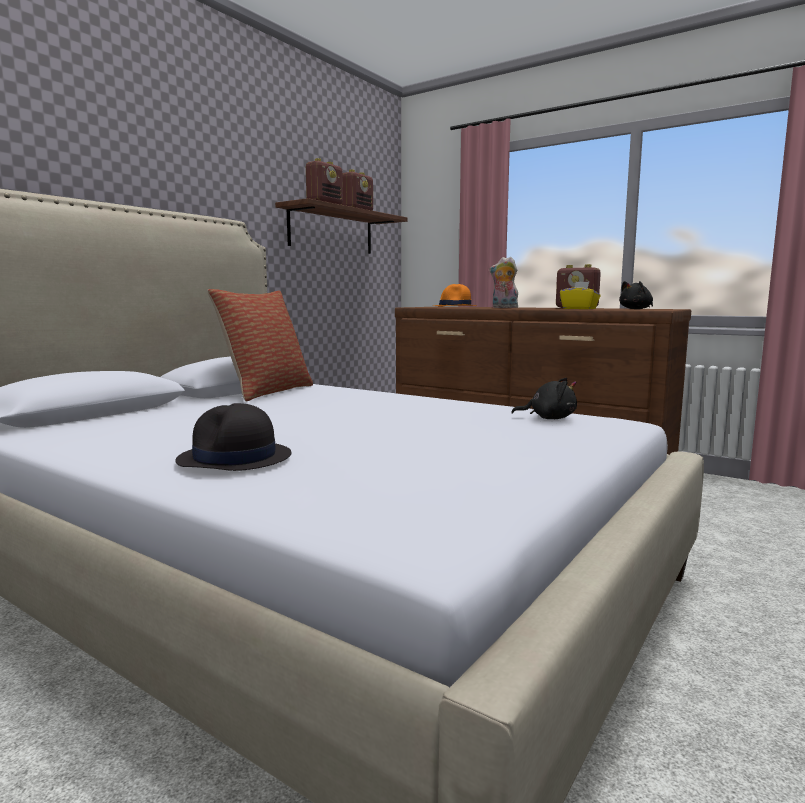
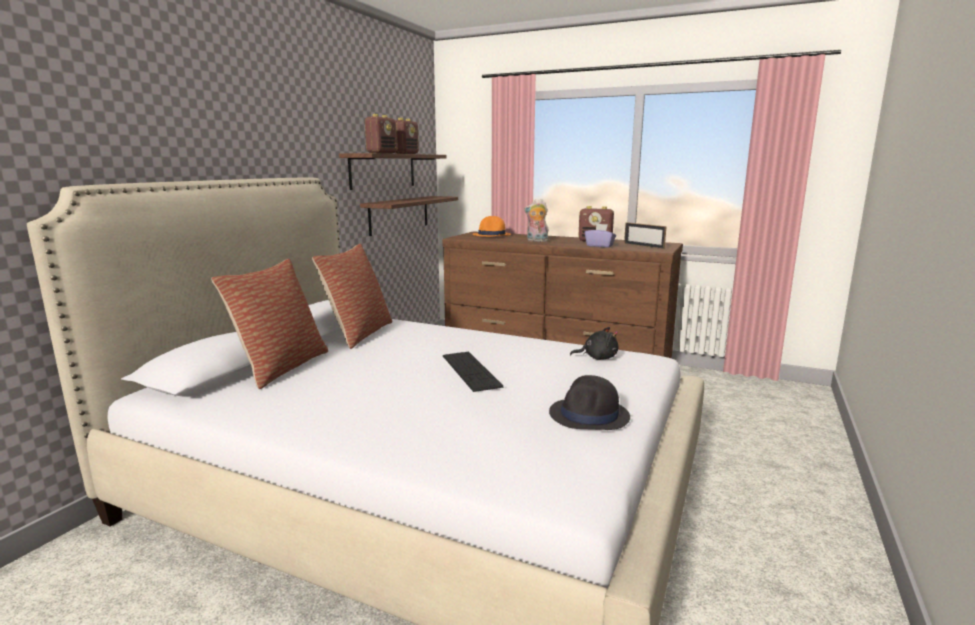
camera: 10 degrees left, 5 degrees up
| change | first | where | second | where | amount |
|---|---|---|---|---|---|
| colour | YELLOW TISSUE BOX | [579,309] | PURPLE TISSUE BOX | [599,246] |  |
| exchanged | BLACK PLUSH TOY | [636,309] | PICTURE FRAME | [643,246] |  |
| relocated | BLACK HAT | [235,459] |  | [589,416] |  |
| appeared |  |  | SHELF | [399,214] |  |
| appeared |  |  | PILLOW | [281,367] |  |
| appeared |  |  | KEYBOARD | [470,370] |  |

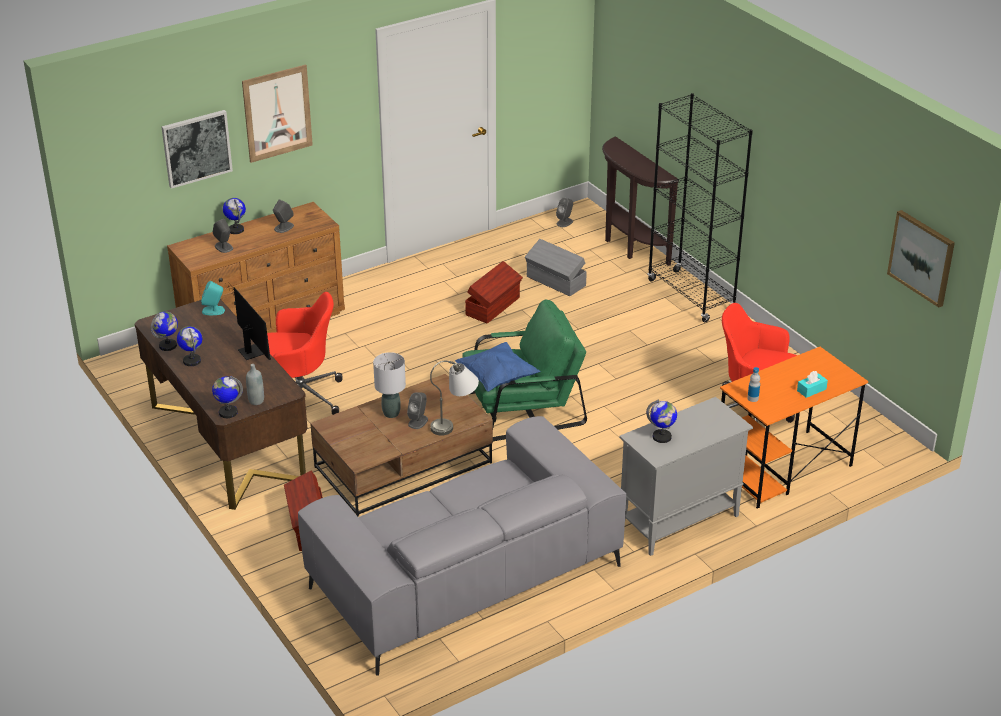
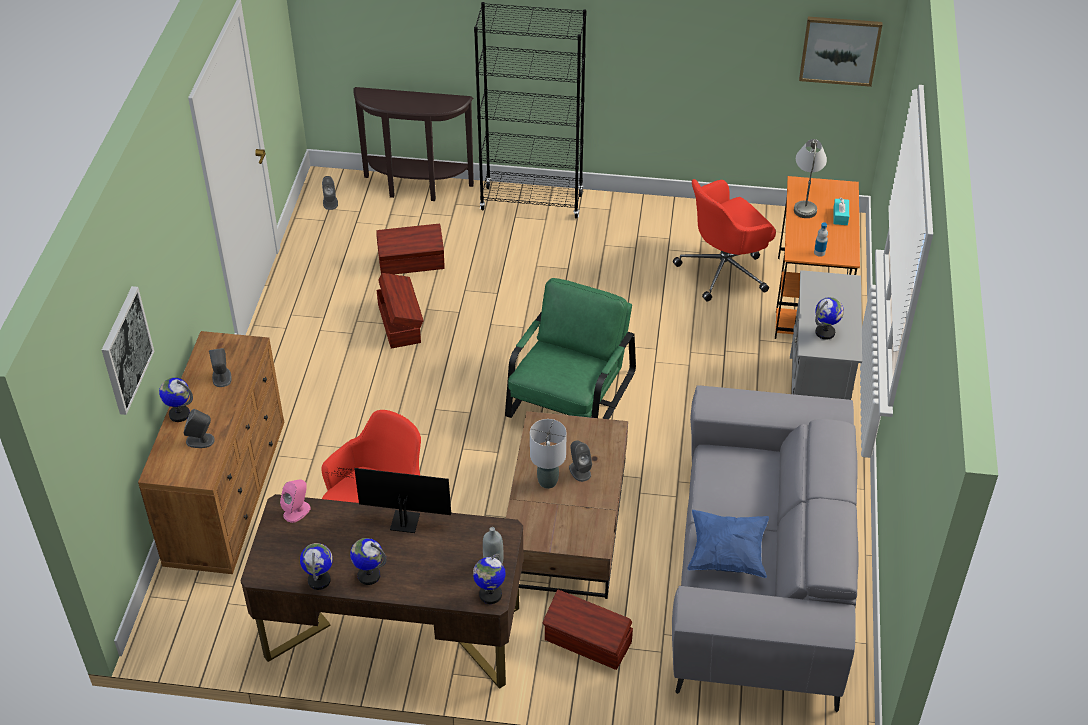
camera: 50 degrees left, 10 degrees up
| change | first | where | second | where | amount |
|---|---|---|---|---|---|
| missing | PICTURE | [277,113] |  |  |  |
| colour | GREY STORAGE BOX | [556,281] | BROWN STORAGE BOX | [412,263] |  |
| colour | TURQUOISE SPEAKER | [213,311] | PINK SPEAKER | [297,511] |  |
| relocated | BLUE PILLOW | [497,378] |  | [727,554] |  |
| relocated | GREY TABLE LAMP | [455,423] |  | [806,200] |  |

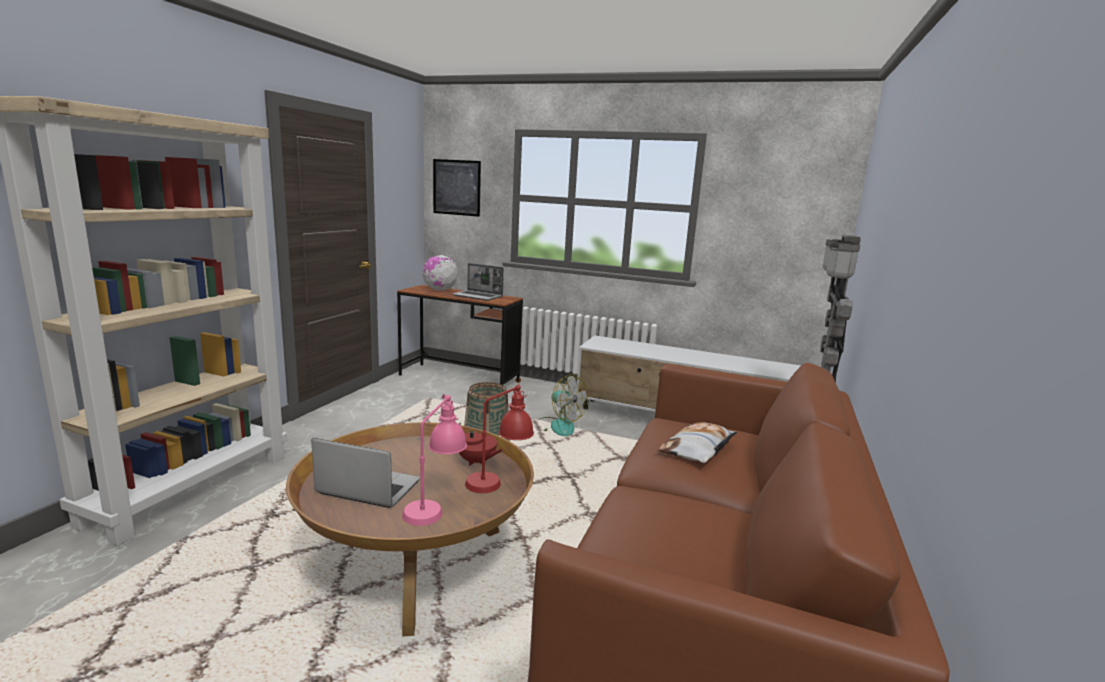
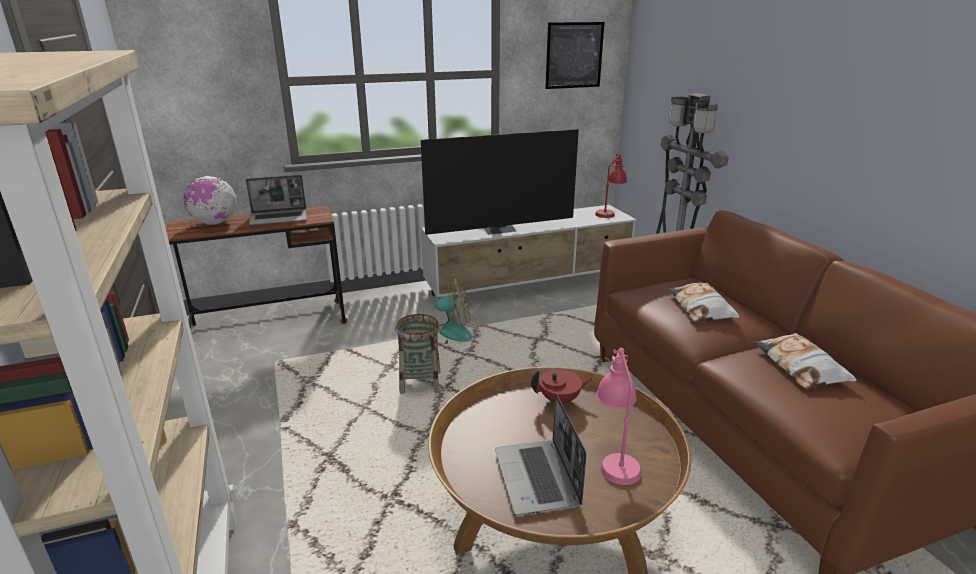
camera: 40 degrees left, 10 degrees up
| change | first | where | second | where | amount |
|---|---|---|---|---|---|
| relocated | PICTURE | [456,187] |  | [574,55] |  |
| relocated | RED TABLE LAMP | [498,483] |  | [609,212] |  |
| spun | LAPTOP | [367,488] |  | [538,479] | 75 degrees counterclockwise |
| appeared |  |  | TELEVISION | [499,229] |  |
| appeared |  |  | PILLOW | [800,366] |  |

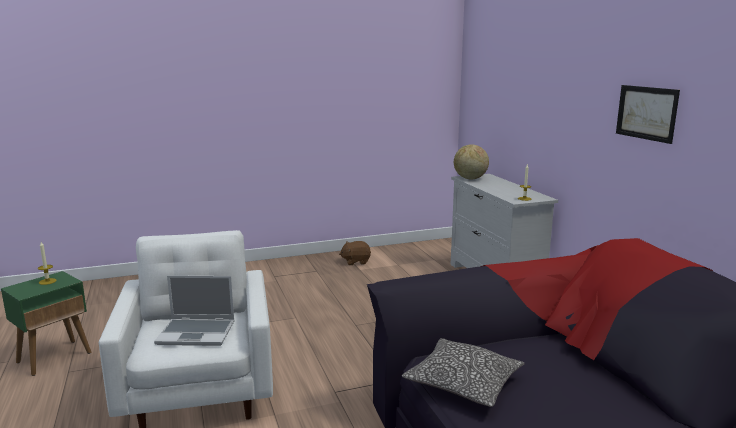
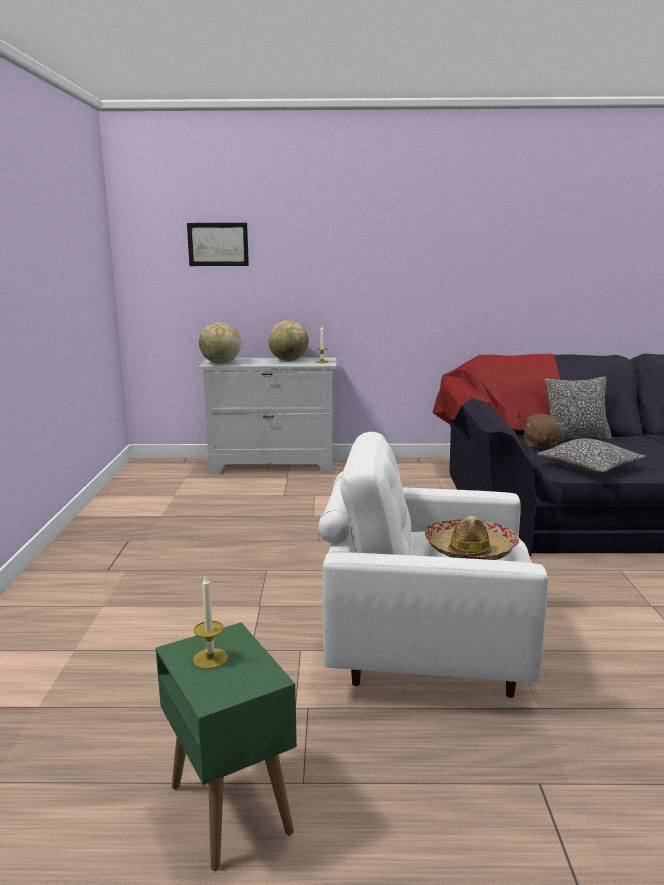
camera: 70 degrees left, 0 degrees up
| change | first | where | second | where | amount |
|---|---|---|---|---|---|
| relocated | PICTURE | [646,113] |  | [218,244] |  |
| relocated | BROWN PLUSH TOY | [356,261] |  | [540,446] |  |
| exchanged | LAPTOP | [197,333] | HAT | [470,550] |  |
| appeared |  |  | GLOBE | [289,360] |  |
| appeared |  |  | PILLOW | [575,438] |  |

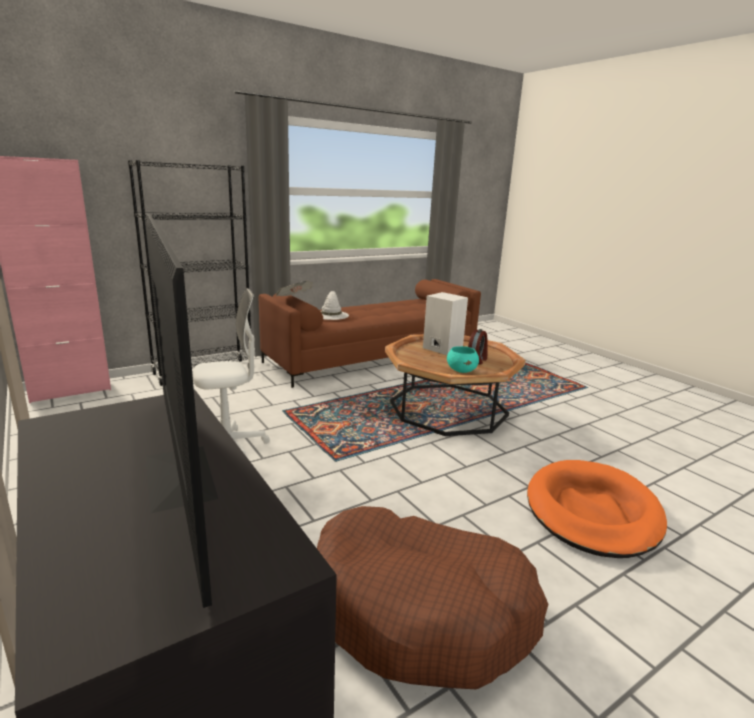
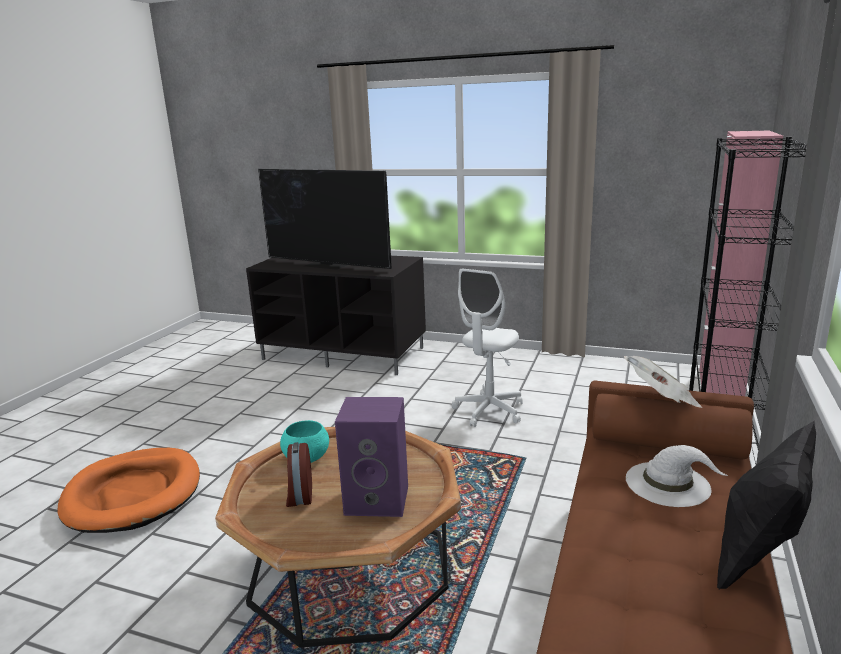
camera: 145 degrees right, 0 degrees up
| change | first | where | second | where | amount |
|---|---|---|---|---|---|
| colour | WHITE SPEAKER | [441,348] | PURPLE SPEAKER | [379,499] |  |
| missing | BROWN DOG BED | [420,609] |  |  |  |
| appeared |  |  | BLACK PILLOW | [758,558] |  |

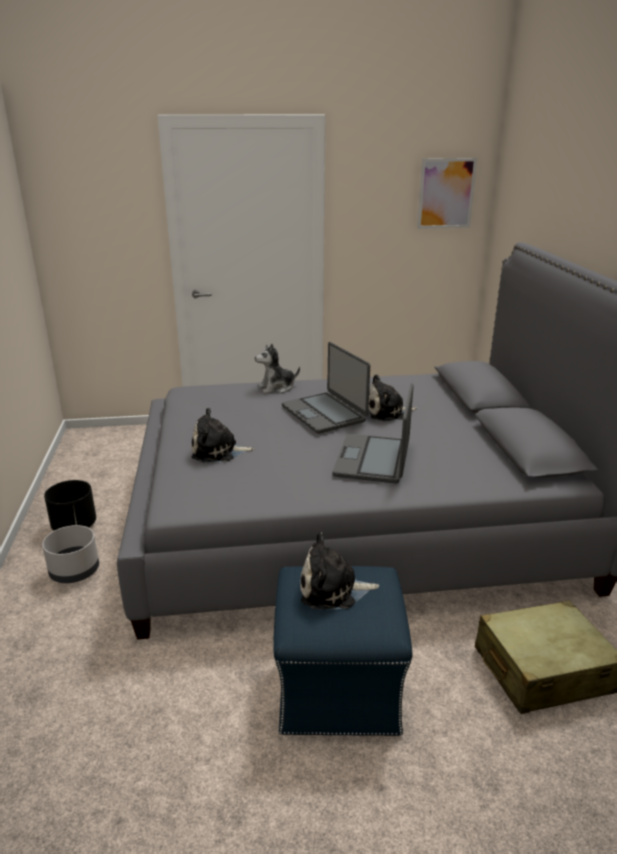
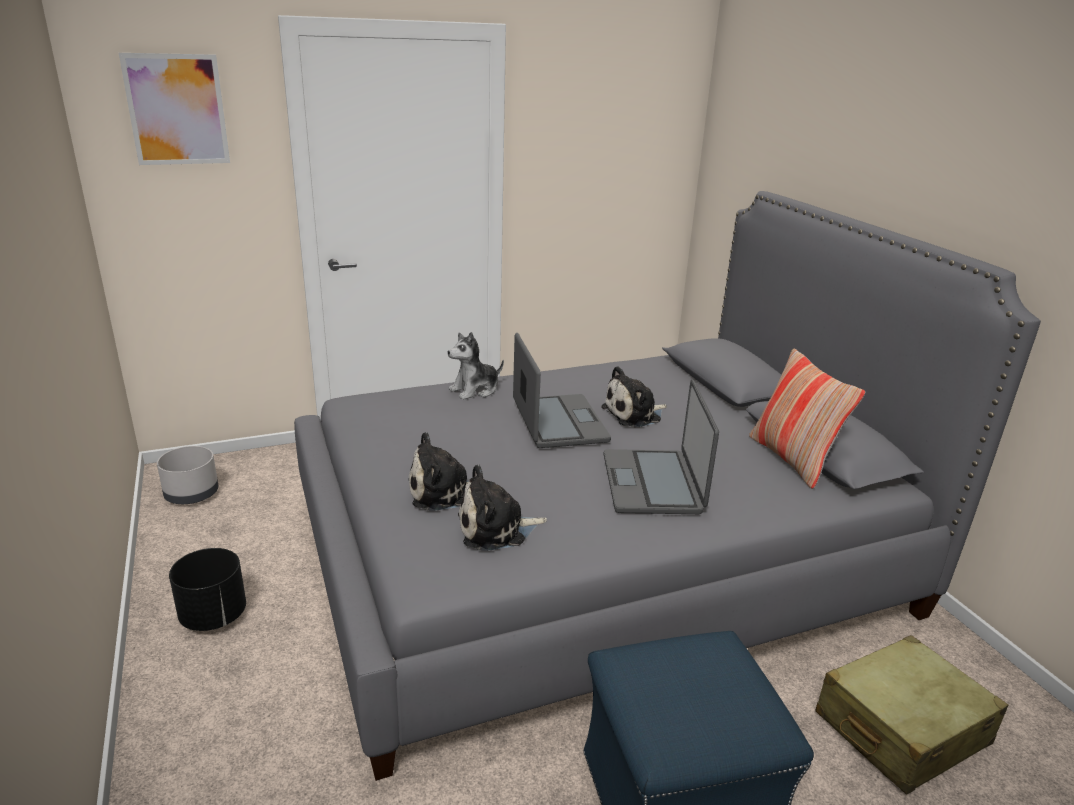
camera: 15 degrees left, 0 degrees up
| change | first | where | second | where | amount |
|---|---|---|---|---|---|
| relocated | PICTURE | [446,193] |  | [177,110] |  |
| spun | LAPTOP | [324,413] |  | [558,422] | 150 degrees counterclockwise |
| relocated | GREY PLANTER | [74,571] |  | [191,494] |  |
| relocated | PLUSH TOY | [333,589] |  | [496,529] |  |
| appeared |  |  | PILLOW | [792,459] |  |

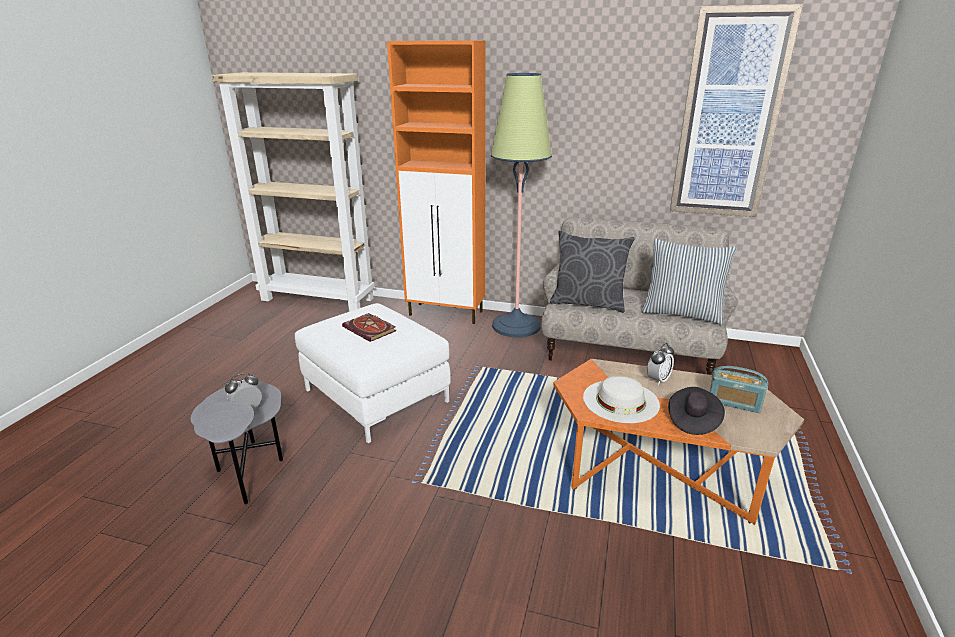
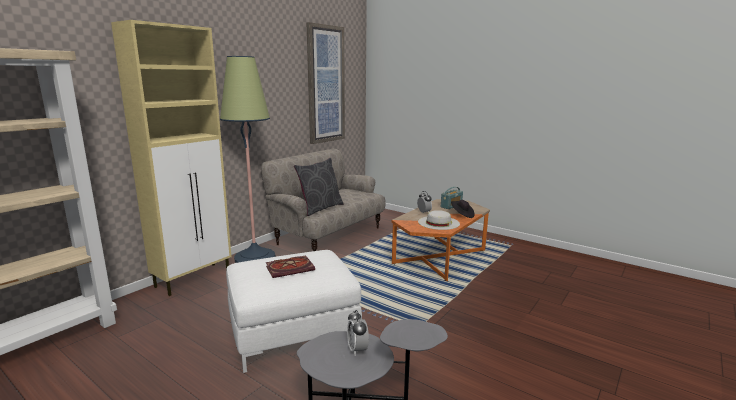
camera: 70 degrees left, 10 degrees down
| change | first | where | second | where | amount |
|---|---|---|---|---|---|
| colour | ORANGE CABINET | [447,313] | BEIGE CABINET | [194,278] |  |
| missing | PILLOW | [681,313] |  |  |  |

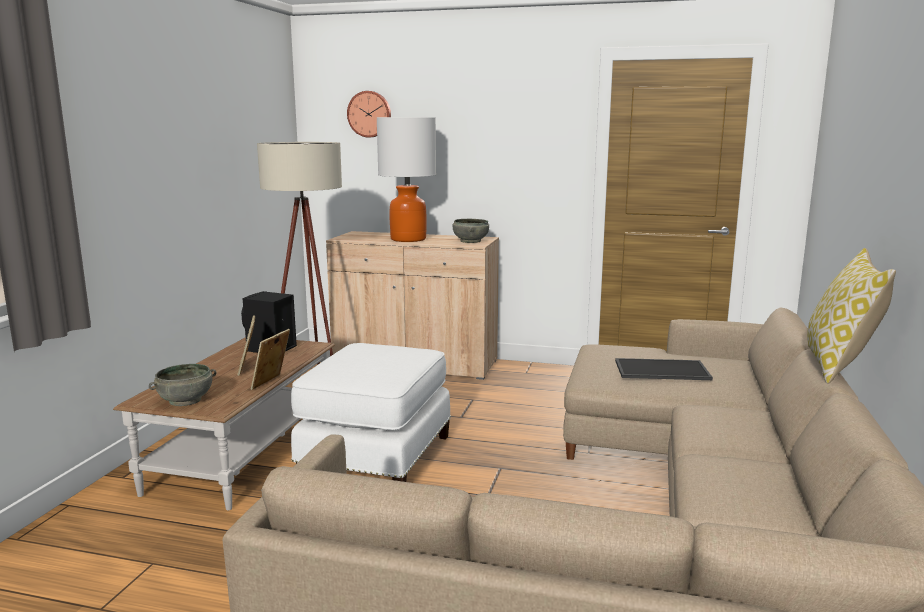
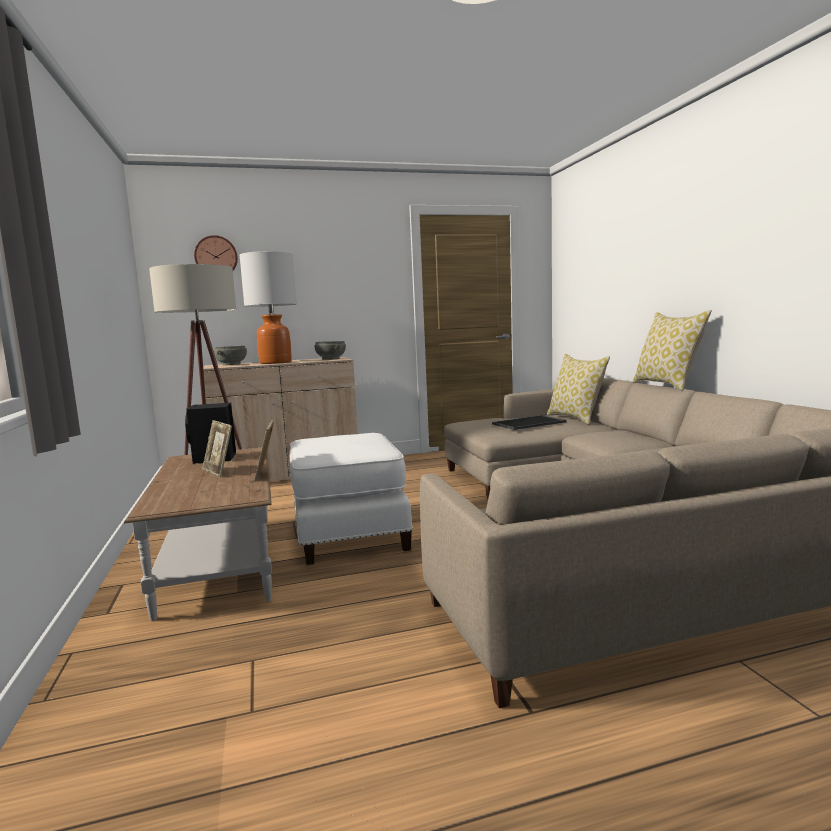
camera: 30 degrees left, 5 degrees down
| change | first | where | second | where | amount |
|---|---|---|---|---|---|
| relocated | GREY BOWL | [185,400] |  | [231,364] |  |
| appeared |  |  | PILLOW | [576,418] |  |

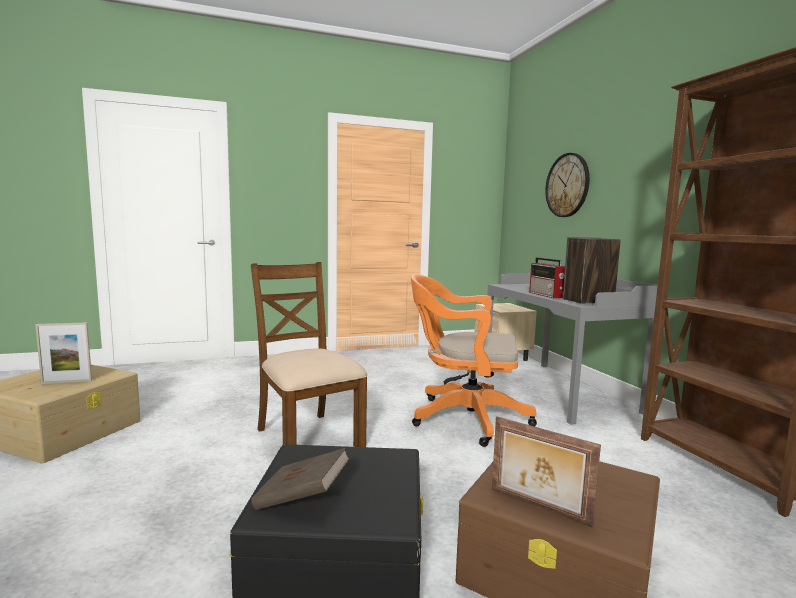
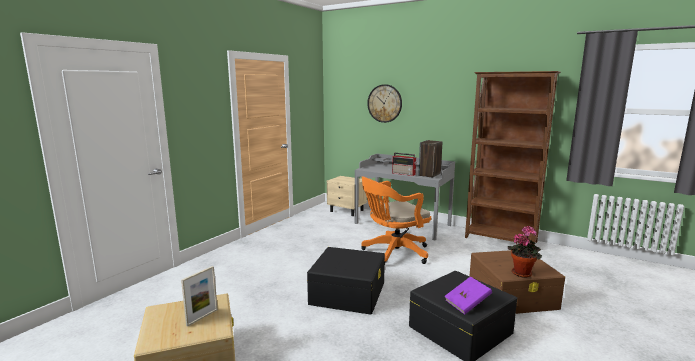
camera: 40 degrees left, 5 degrees up
| change | first | where | second | where | amount |
|---|---|---|---|---|---|
| exchanged | BROWN CHAIR | [307,437] | BLACK STORAGE BOX | [348,292] |  |
| exchanged | PICTURE FRAME | [538,508] | POTTED PLANT | [522,273] |  |
| colour | BROWN BOOK | [302,498] | PURPLE BOOK | [467,304] |  |

